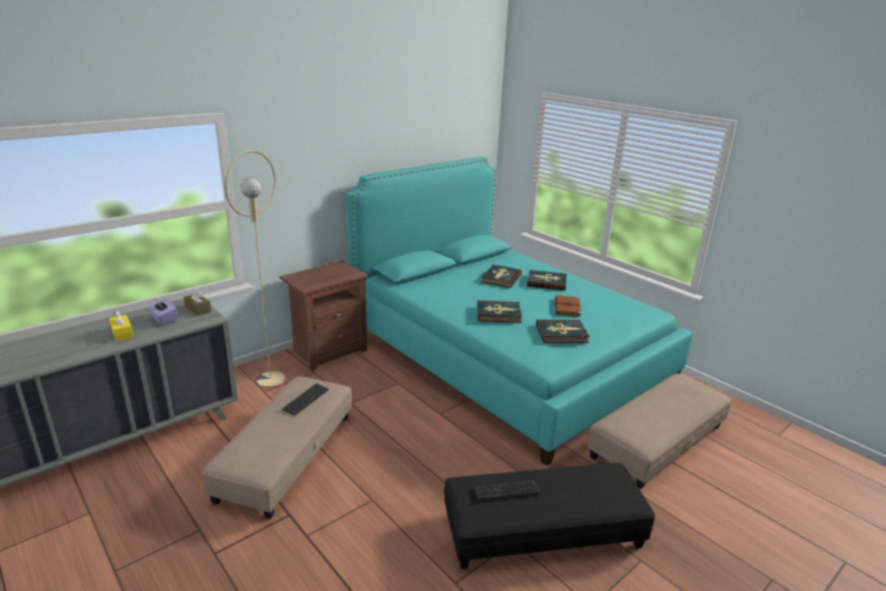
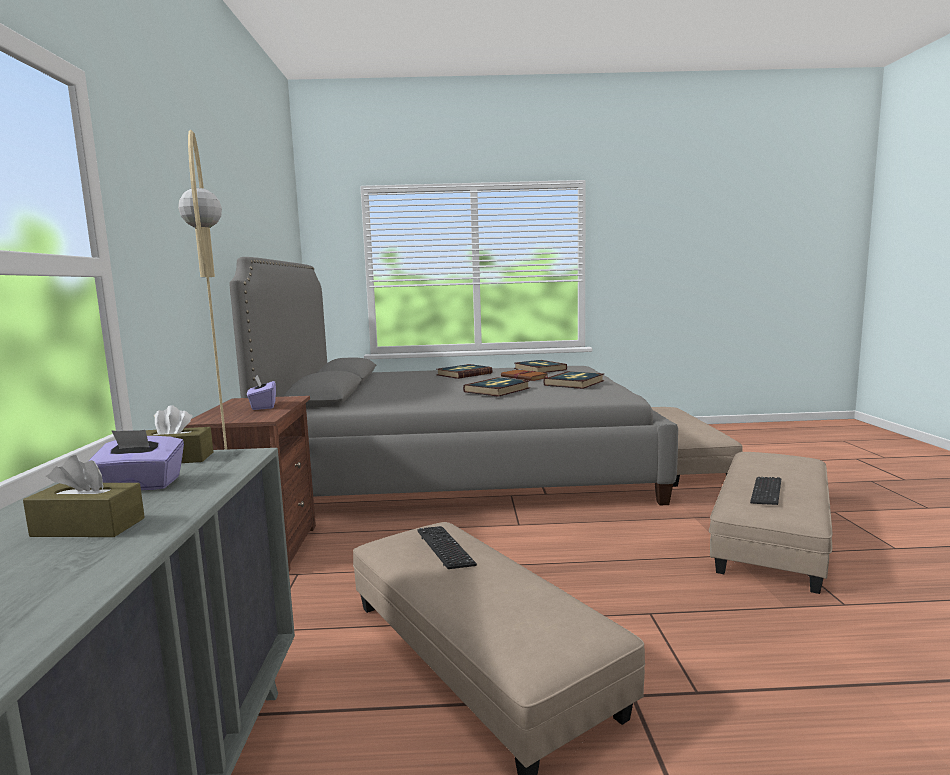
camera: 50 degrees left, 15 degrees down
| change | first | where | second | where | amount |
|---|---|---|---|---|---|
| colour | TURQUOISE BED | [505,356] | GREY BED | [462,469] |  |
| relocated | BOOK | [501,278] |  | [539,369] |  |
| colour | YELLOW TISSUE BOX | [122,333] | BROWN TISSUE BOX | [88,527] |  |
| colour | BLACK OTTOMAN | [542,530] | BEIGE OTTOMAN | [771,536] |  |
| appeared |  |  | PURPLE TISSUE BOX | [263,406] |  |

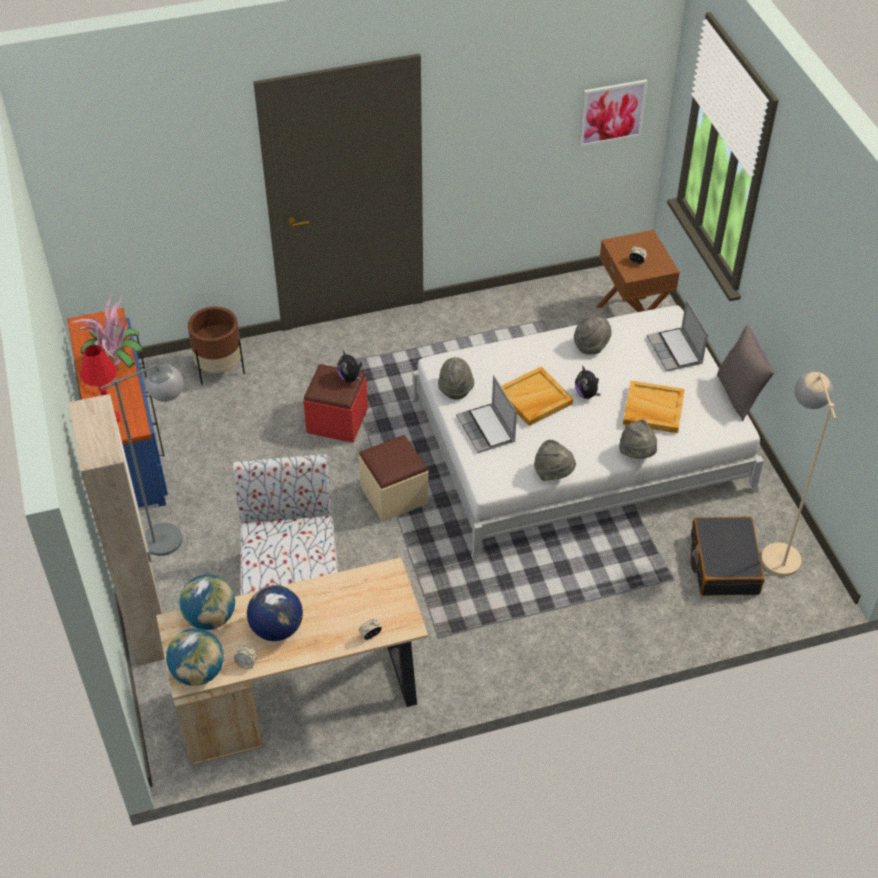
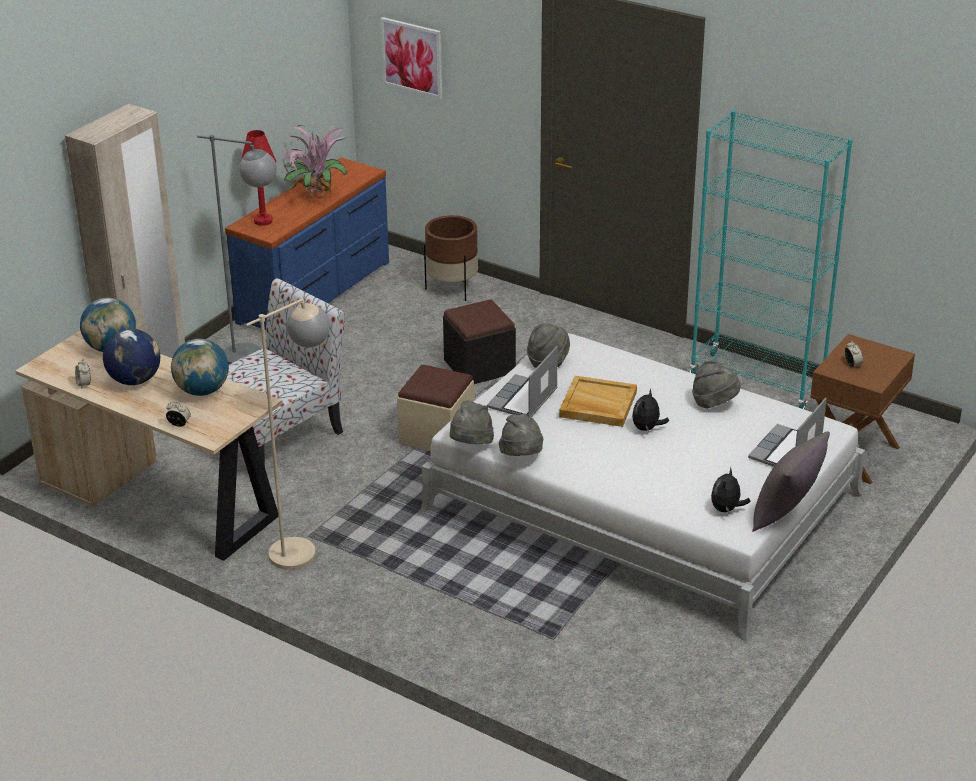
camera: 50 degrees right, 15 degrees down
| change | first | where | second | where | amount |
|---|---|---|---|---|---|
| relocated | PICTURE | [612,112] |  | [412,57] |  |
| relocated | PLUSH TOY | [350,378] |  | [726,509] |  |
| colour | RED OTTOMAN | [337,420] | BLACK OTTOMAN | [479,367] |  |
| relocated | BEIGE FLOOR LAMP | [777,548] |  | [305,547] |  |
| missing | BEIGE TRAY | [652,409] |  |  |  |
| relocated | GREY HAT | [637,453] |  | [471,445] |  |
| missing | BLACK SUITCASE | [723,564] |  |  |  |
| relocated | GLOBE | [198,672] |  | [202,391] |  |
| appeared |  |  | TURQUOISE BOOKCASE | [757,381] |  |

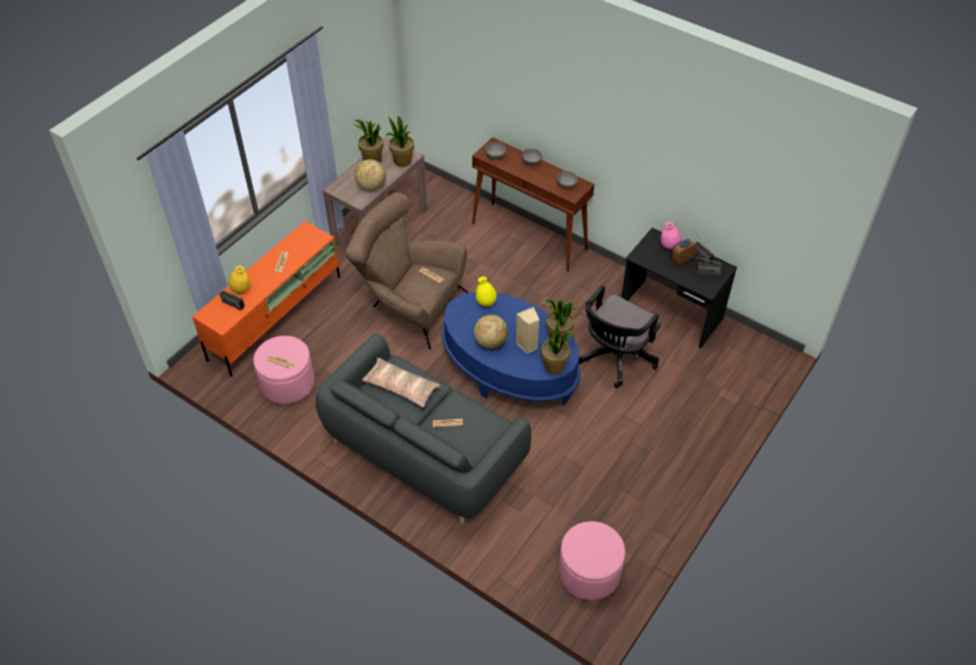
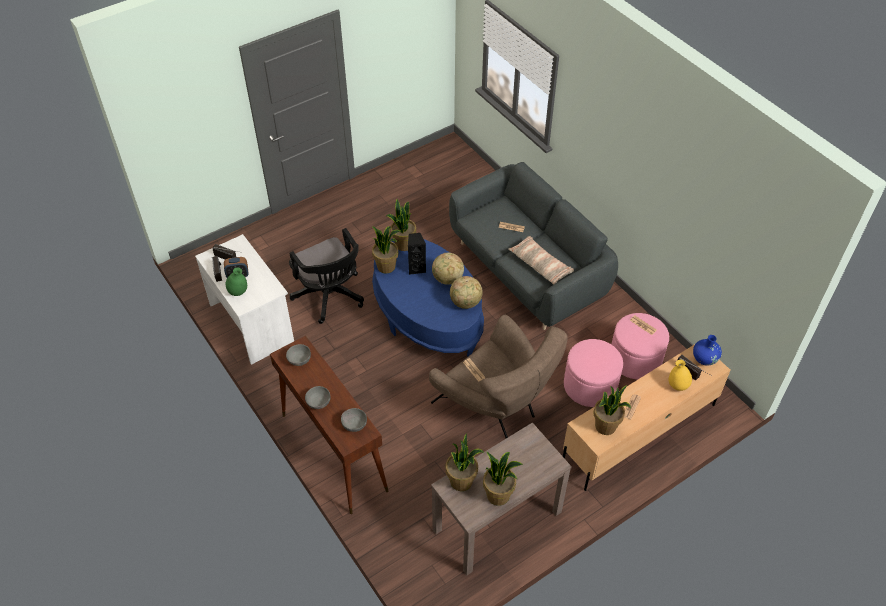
camera: 160 degrees left, 0 degrees up
| change | first | where | second | where | amount |
|---|---|---|---|---|---|
| relocated | GLOBE | [371,186] |  | [465,303] |  |
| colour | ORANGE TV STAND | [276,317] | BEIGE TV STAND | [638,434] |  |
| colour | PINK VASE | [669,246] | GREEN VASE | [238,292] |  |
| colour | BLACK DESK | [670,314] | WHITE DESK | [252,322] |  |
| missing | YELLOW VASE | [486,303] |  |  |  |
| spun | BLACK OFFICE CHAIR | [614,359] |  | [330,297] | 90 degrees clockwise |
| colour | BEIGE SPEAKER | [527,345] | BLACK SPEAKER | [416,268] |  |
| relocated | PINK OTTOMAN | [589,573] |  | [590,385] |  |
| appeared |  |  | BLUE VASE | [704,358] |  |
| appeared |  |  | POTTED PLANT | [606,426] |  |

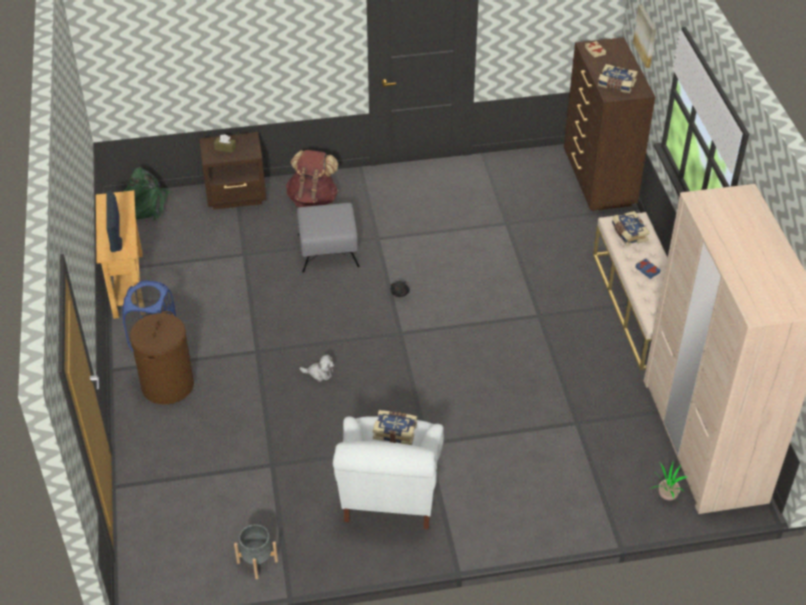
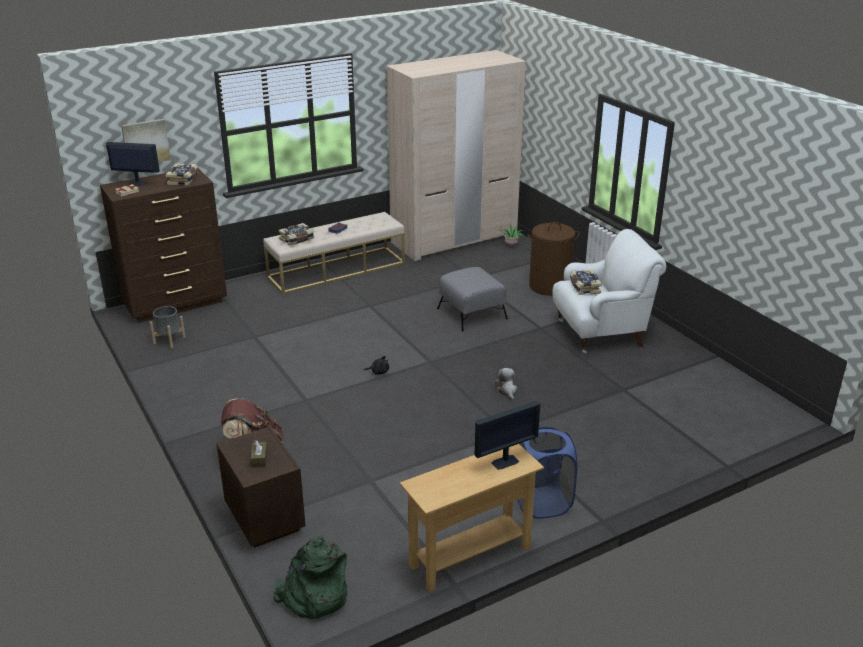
camera: 110 degrees left, 15 degrees down
| change | first | where | second | where | amount |
|---|---|---|---|---|---|
| relocated | GREY OTTOMAN | [327,250] |  | [472,314] |  |
| relocated | BROWN LAUNDRY BASKET | [167,385] |  | [549,286] |  |
| relocated | GREY PLANTER | [257,562] |  | [169,340] |  |
| appeared |  |  | MONITOR | [137,183] |  |

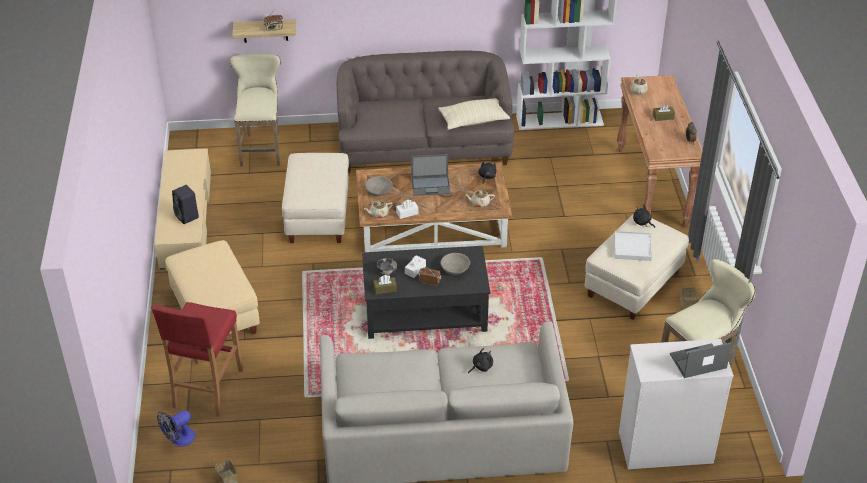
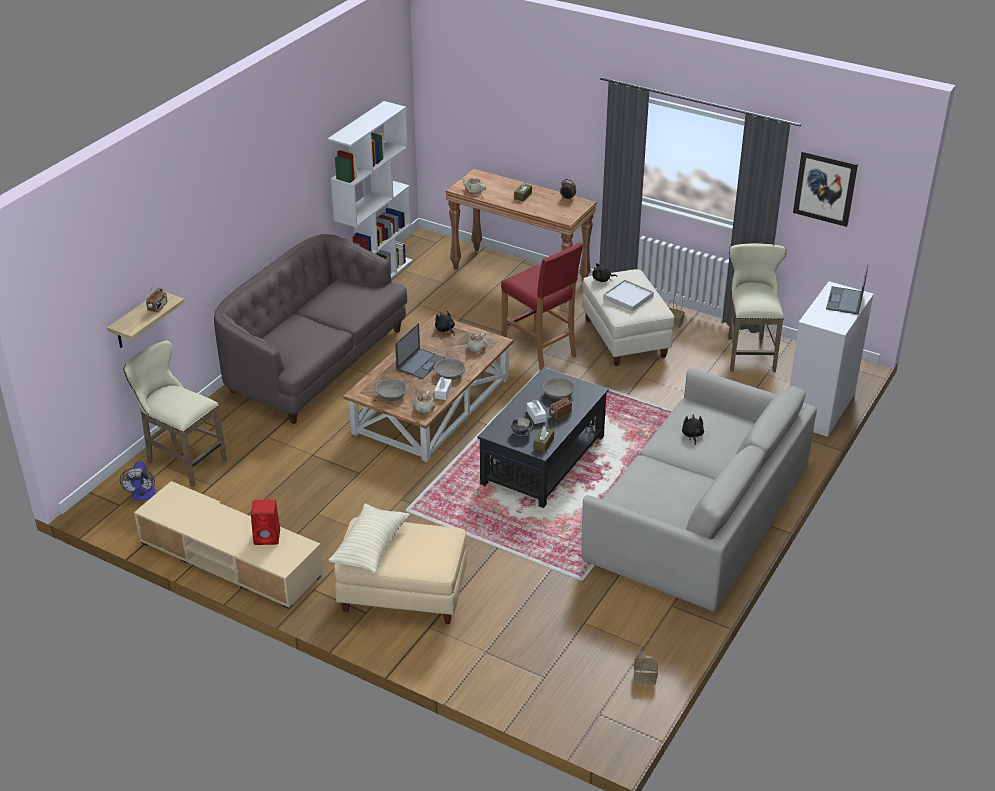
camera: 55 degrees left, 5 degrees down
| change | first | where | second | where | amount |
|---|---|---|---|---|---|
| relocated | BEIGE PILLOW | [473,121] |  | [370,547] |  |
| missing | BEIGE OTTOMAN | [317,216] |  |  |  |
| colour | BLACK SPEAKER | [187,217] | RED SPEAKER | [268,537] |  |
| relocated | RED STOOL | [207,389] |  | [539,352] |  |
| relocated | FAN | [179,439] |  | [142,495] |  |
| appeared |  |  | PICTURE | [825,188] |  |
| appeared |  |  | GREY BOWL | [449,374] |  |

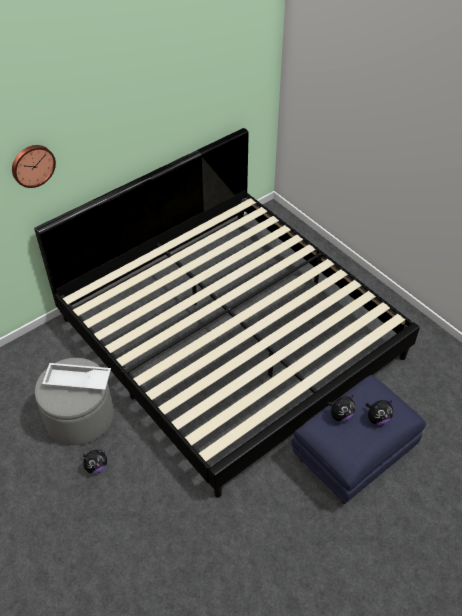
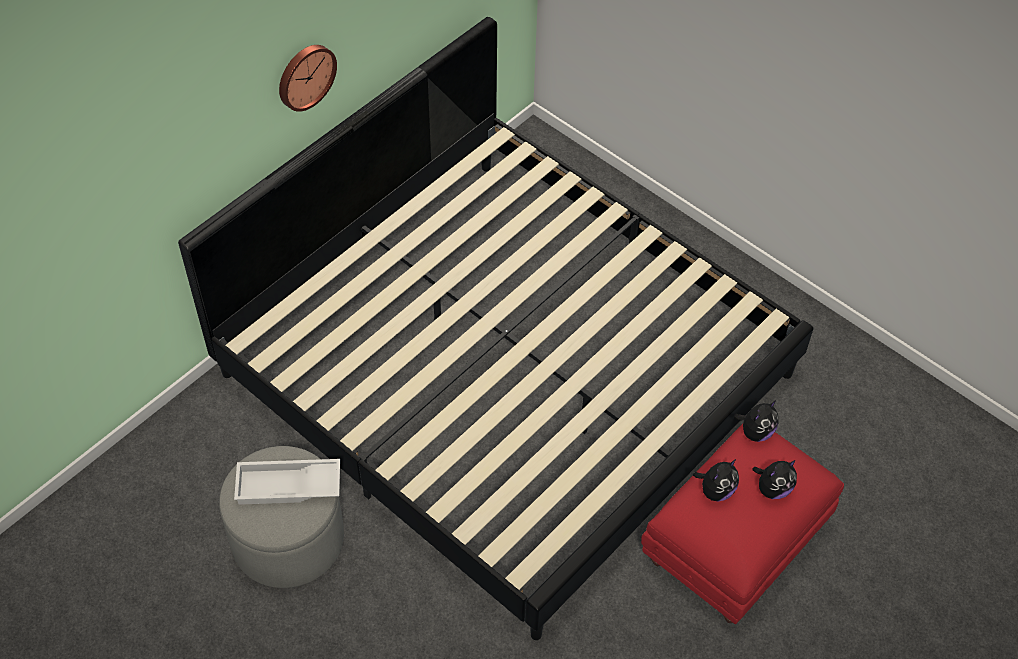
camera: 10 degrees left, 5 degrees up
| change | first | where | second | where | amount |
|---|---|---|---|---|---|
| relocated | WALL CLOCK | [32,165] |  | [305,76] |  |
| colour | BLUE OTTOMAN | [353,454] | RED OTTOMAN | [734,543] |  |
| relocated | PLUSH TOY | [96,467] |  | [755,432] |  |

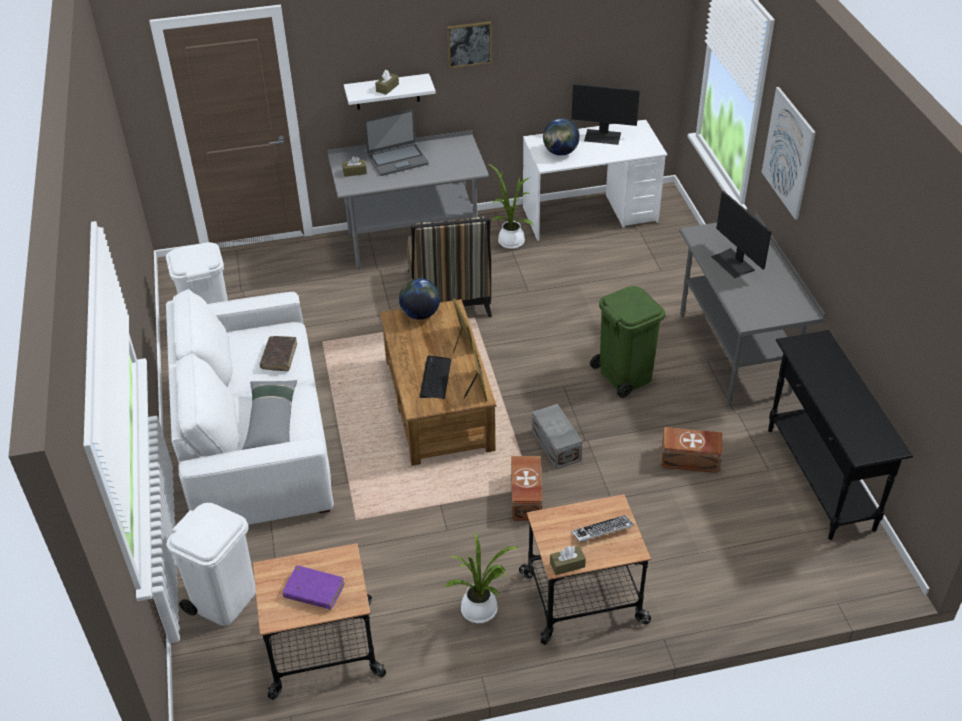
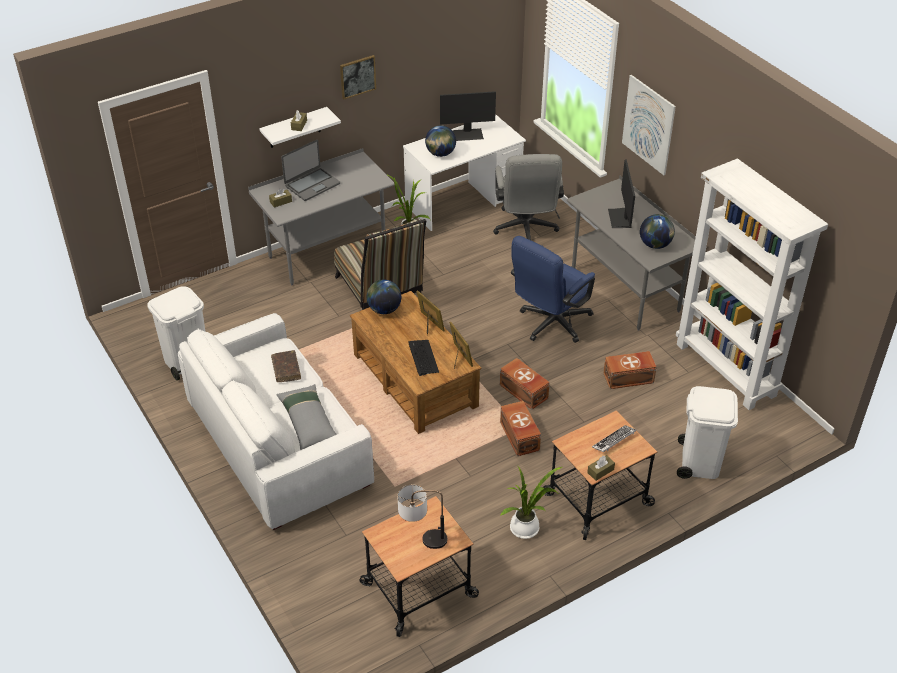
camera: 20 degrees left, 0 degrees up
| change | first | where | second | where | amount |
|---|---|---|---|---|---|
| spun | MONITOR | [733,263] |  | [620,218] | 45 degrees clockwise |
| exchanged | GREEN TRASH CAN | [624,375] | BLUE OFFICE CHAIR | [550,325] |  |
| exchanged | BLACK CONSOLE TABLE | [819,479] | WHITE BOOKCASE | [726,370] |  |
| colour | GREY STORAGE BOX | [555,446] | BROWN STORAGE BOX | [523,392] |  |
| relocated | WHITE TRASH CAN | [225,599] |  | [700,462] |  |
| exchanged | PURPLE BOOK | [314,591] | TABLE LAMP | [422,540] |  |
| appeared |  |  | GREY OFFICE CHAIR | [525,230] |  |
| appeared |  |  | GLOBE | [655,244] |  |

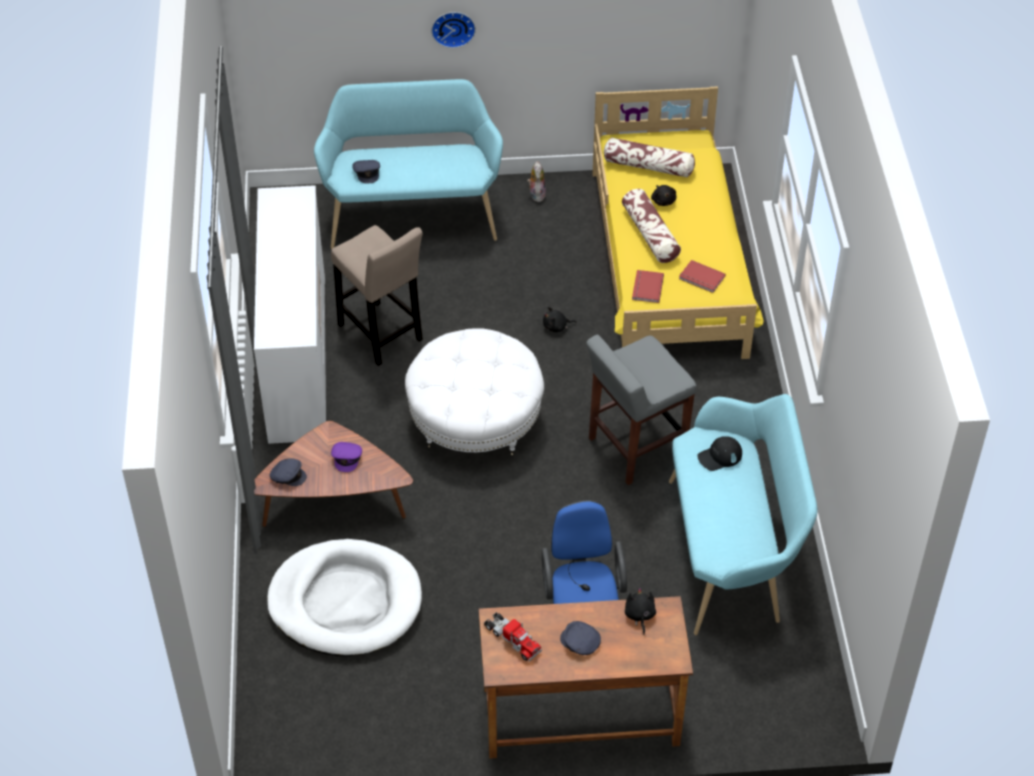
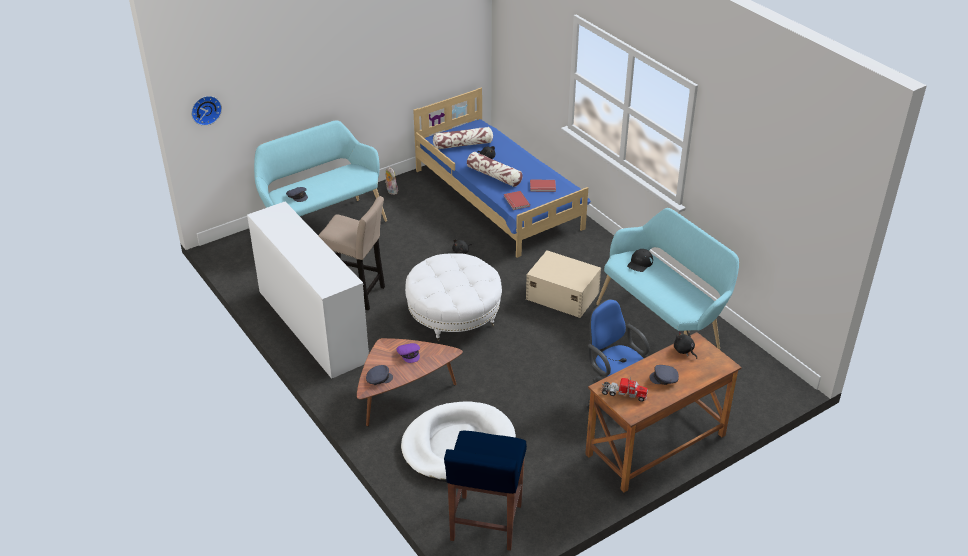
camera: 30 degrees left, 10 degrees down
| change | first | where | second | where | amount |
|---|---|---|---|---|---|
| relocated | WALL CLOCK | [453,27] |  | [205,109] |  |
| colour | YELLOW BED | [669,263] | BLUE BED | [499,199] |  |
| exchanged | GREY STOOL | [635,448] | BEIGE STORAGE BOX | [562,295] |  |
| appeared |  |  | BLUE STOOL | [485,523] |  |

